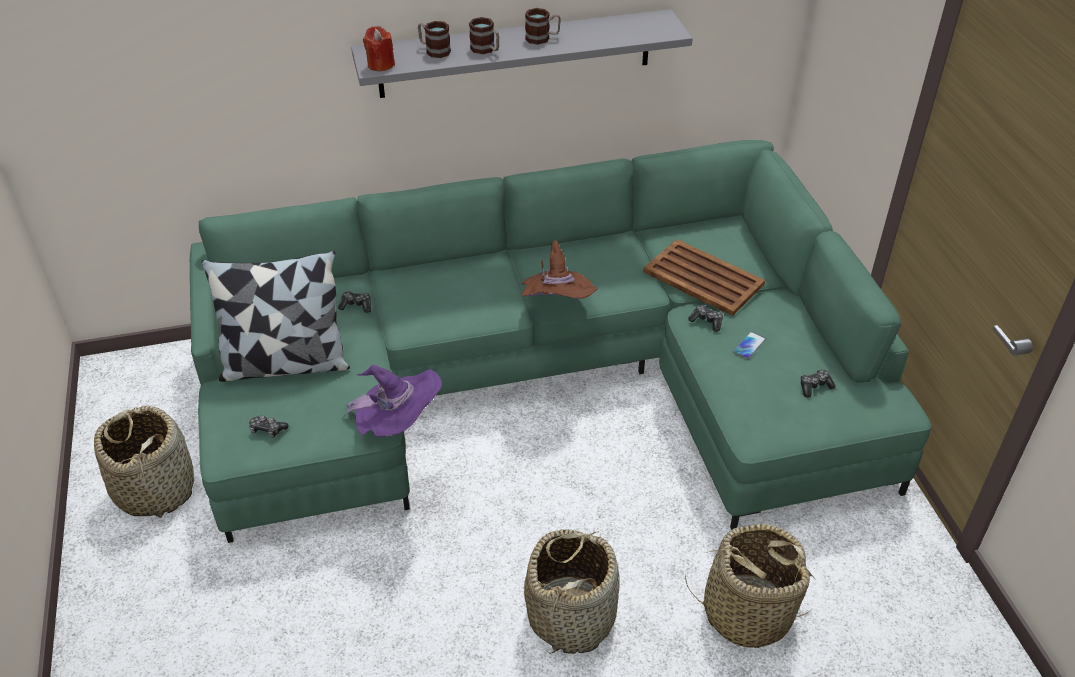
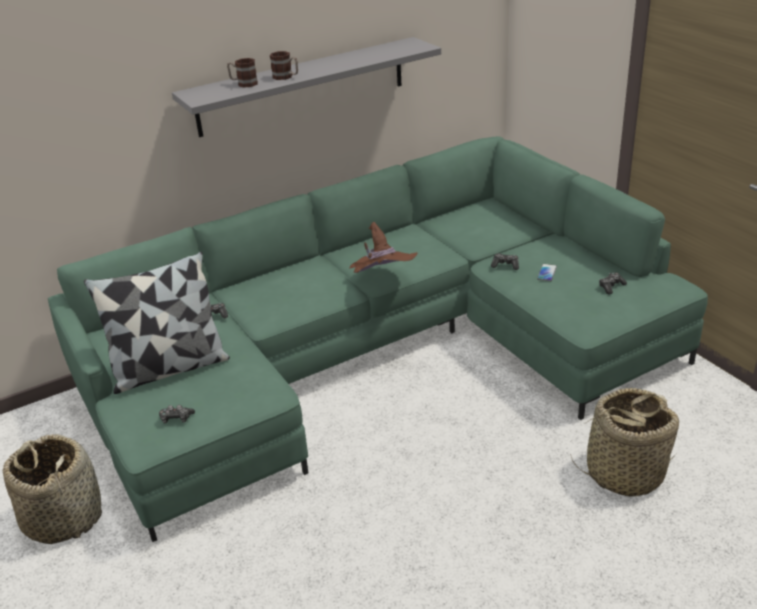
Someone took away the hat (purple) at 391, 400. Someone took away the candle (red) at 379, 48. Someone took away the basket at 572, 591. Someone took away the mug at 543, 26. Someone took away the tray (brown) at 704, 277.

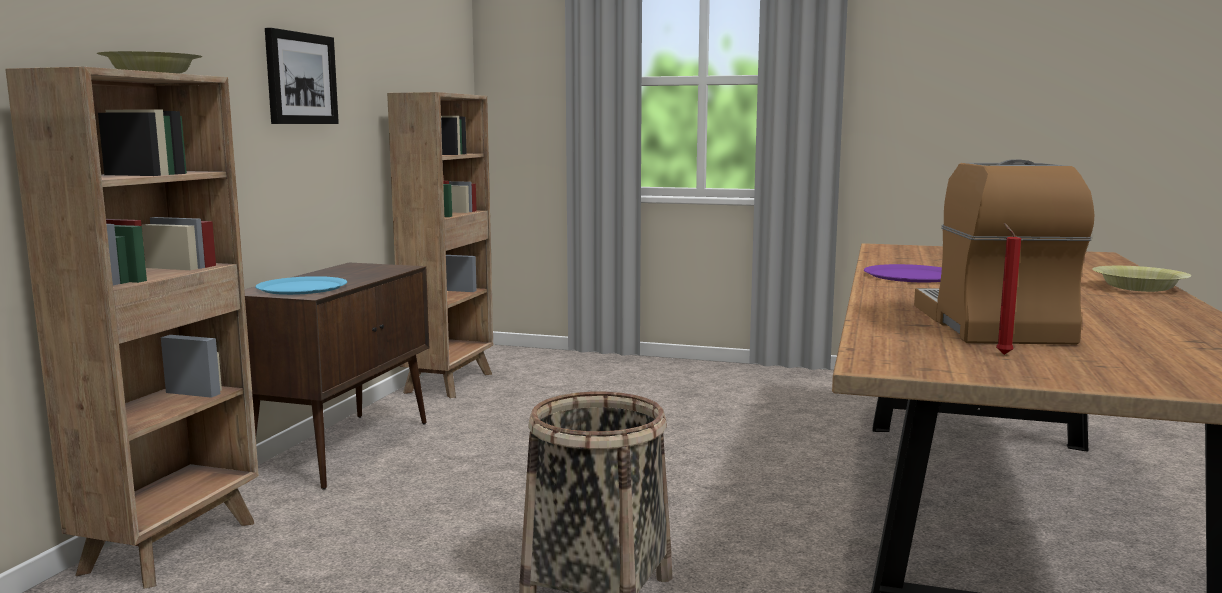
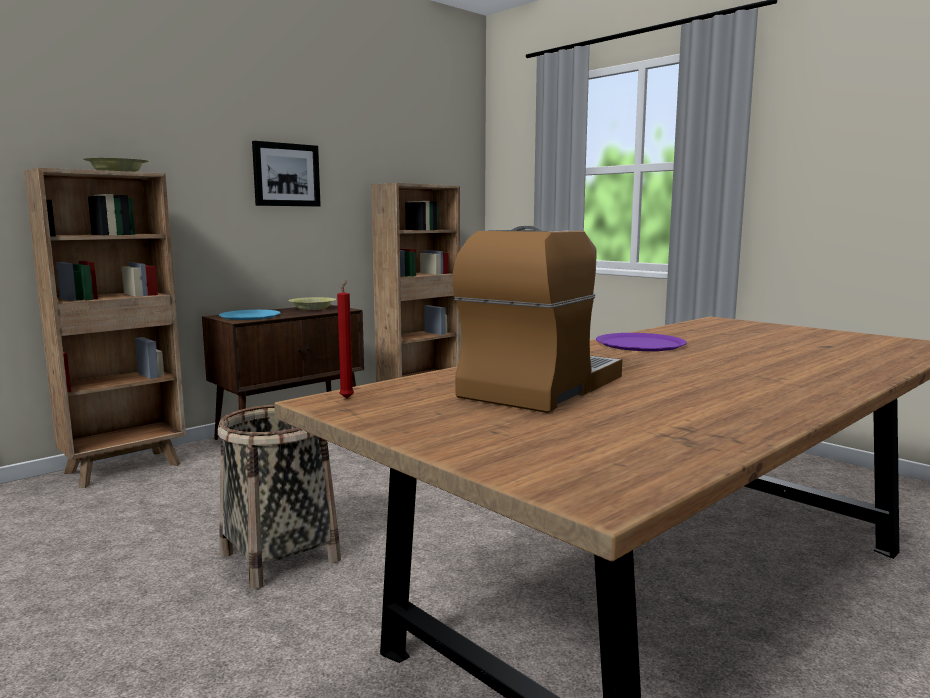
Someone carried the candle (red) from 1008, 289 to 345, 339. Someone carried the bowl (yellow) from 1141, 279 to 312, 303.

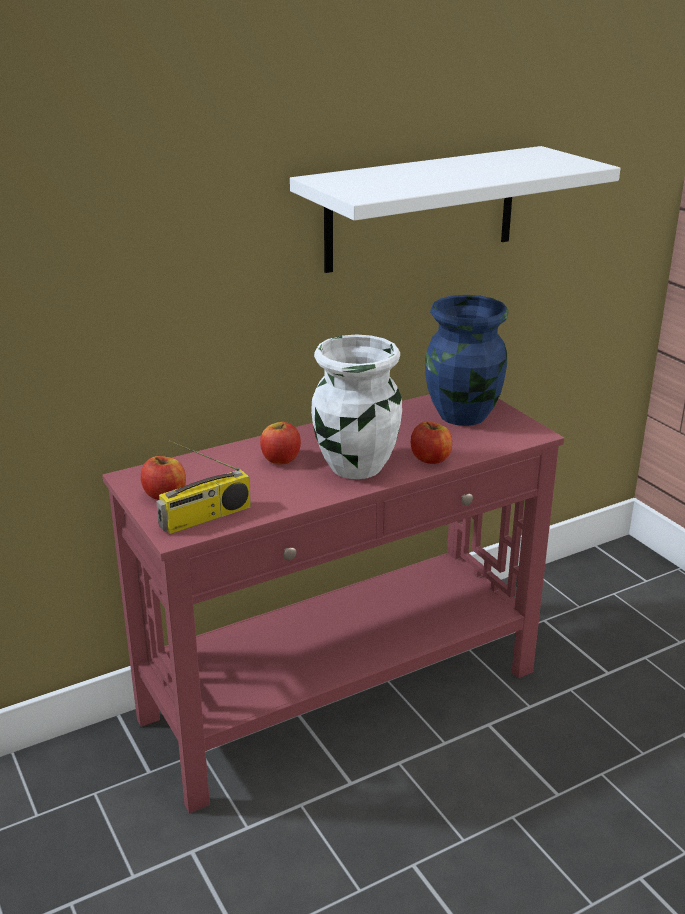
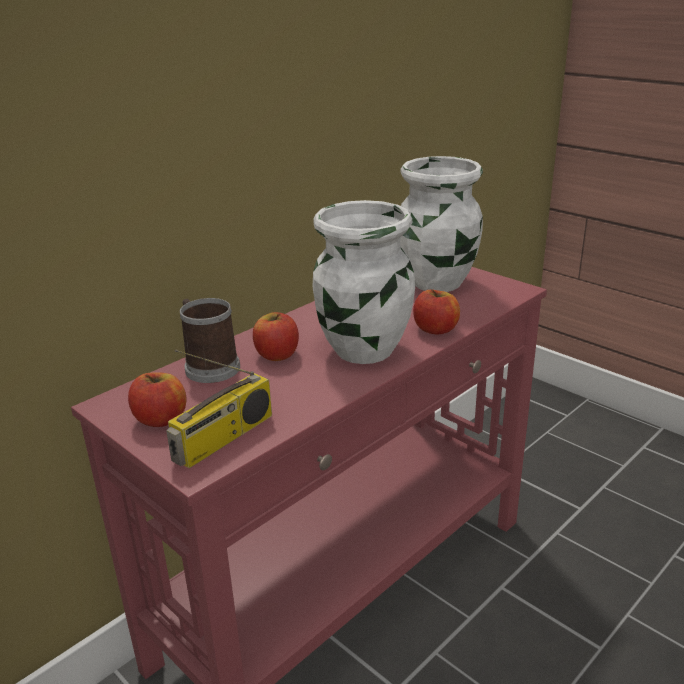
Someone took away the shelf (white) at 455, 209. Someone repainted the vase (blue) at 466, 360, which became the vase (white) at 441, 224. Someone put down the mug at 210, 340.

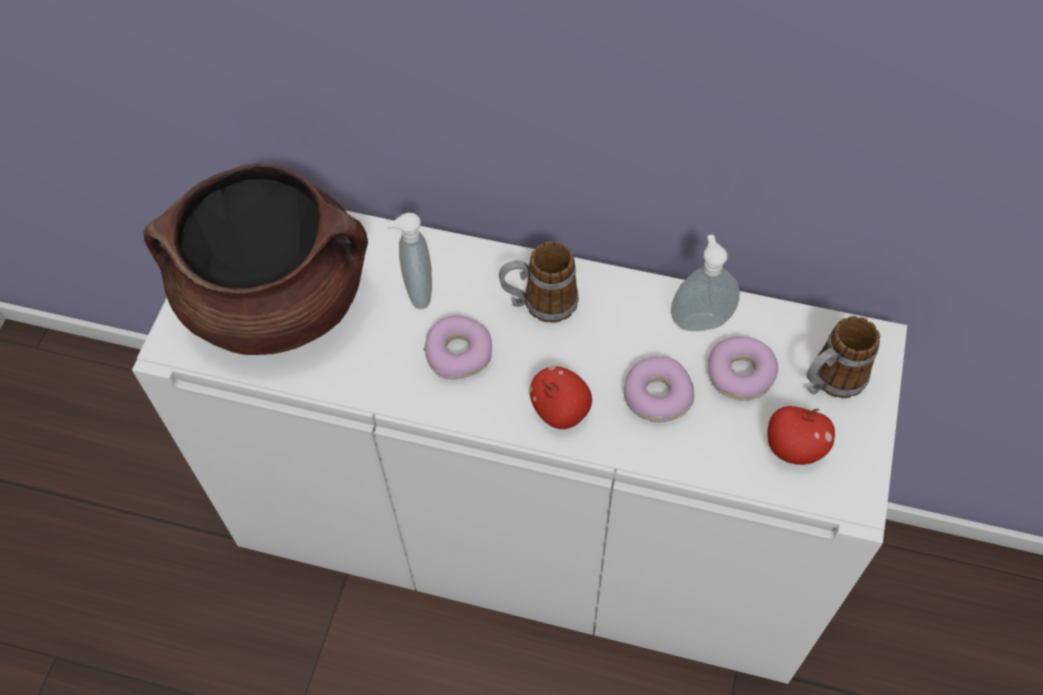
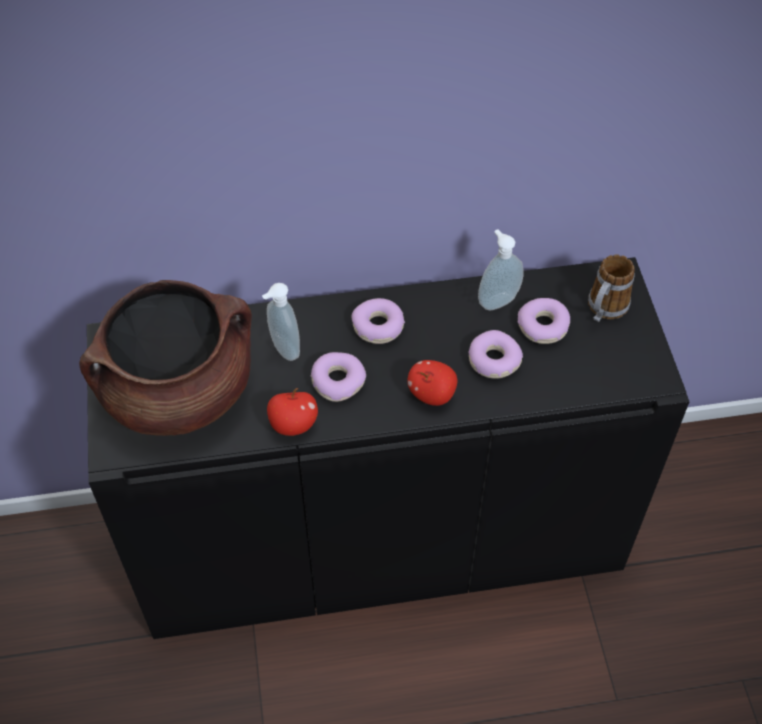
Someone repainted the cabinet (white) at 519, 447, which became the cabinet (black) at 388, 448. Someone swapped the mug at 539, 282 for the donut at 378, 321. Someone carried the apple from 801, 435 to 292, 412.

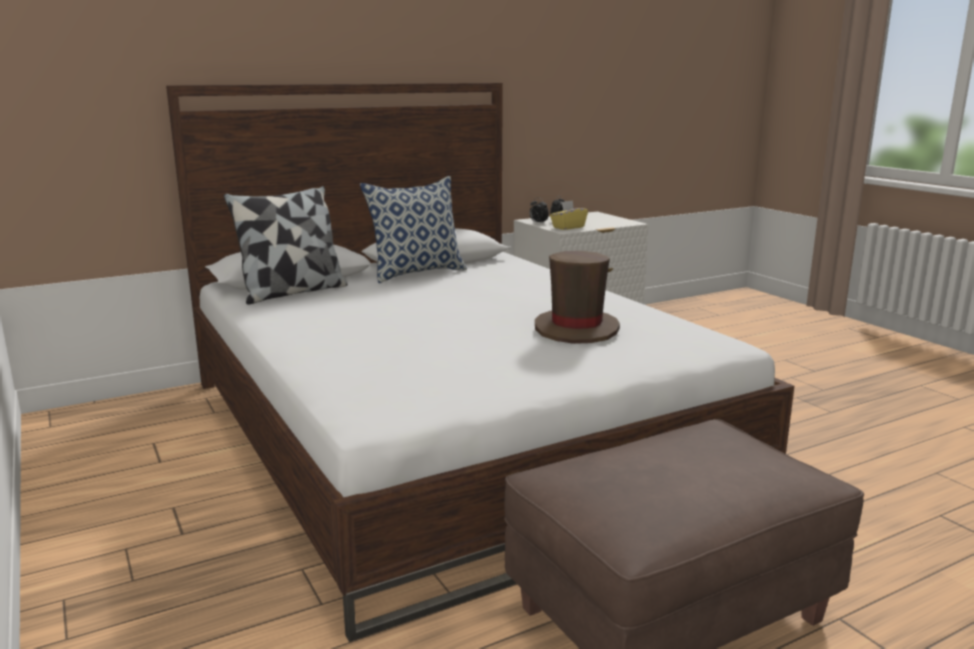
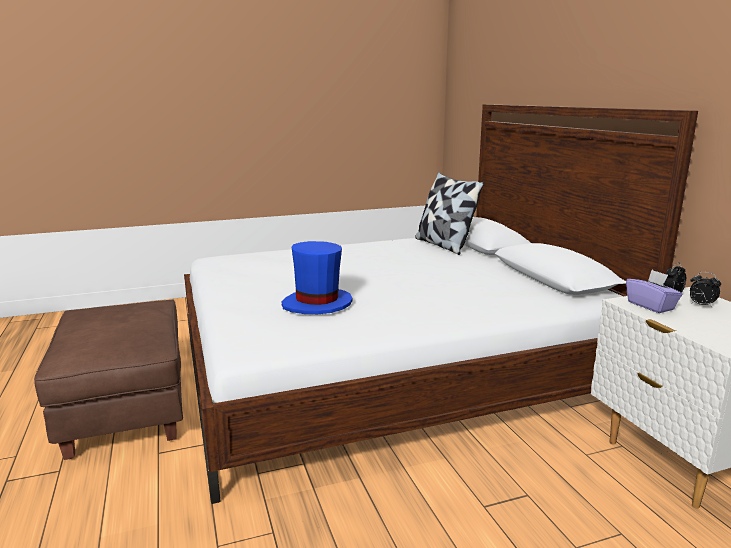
Someone took away the pillow at 413, 229. Someone repainted the hat (brown) at 577, 297, which became the hat (blue) at 317, 277. Someone repainted the tissue box (yellow) at 569, 215, which became the tissue box (purple) at 654, 291.

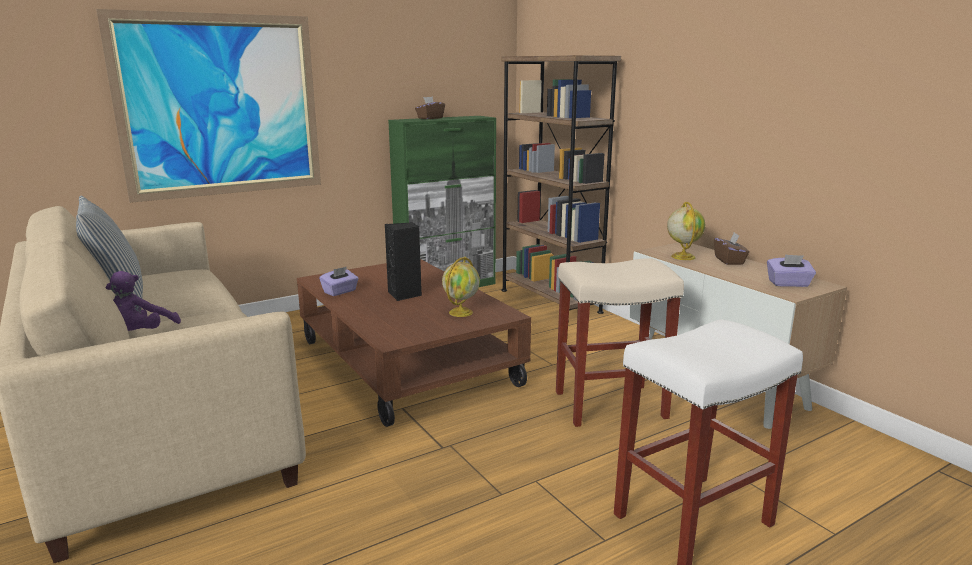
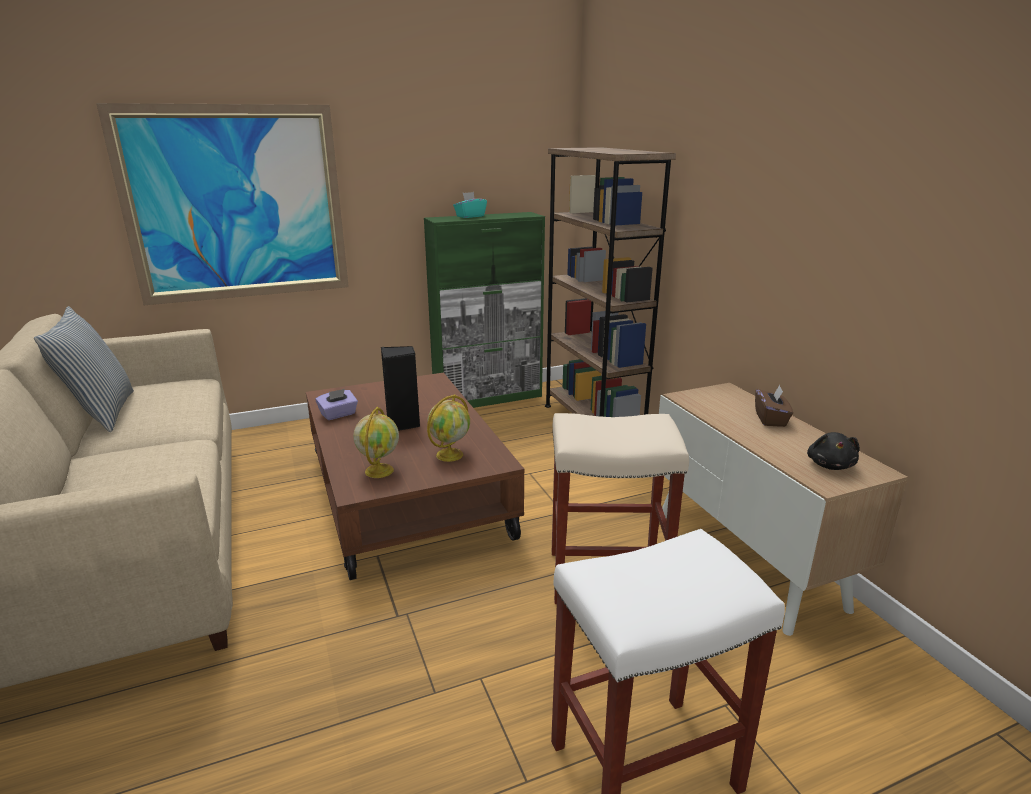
Someone took away the plush toy (purple) at 143, 301. Someone repainted the tissue box (brown) at 430, 107, which became the tissue box (turquoise) at 470, 205. Someone carried the globe from 686, 231 to 376, 442. Someone swapped the tissue box (purple) at 791, 270 for the plush toy (black) at 833, 451.

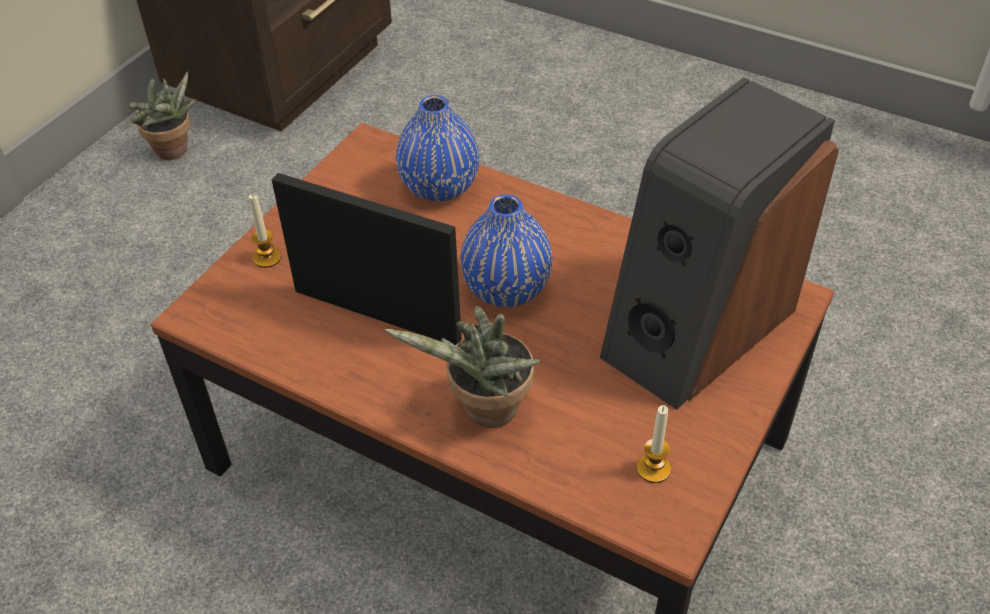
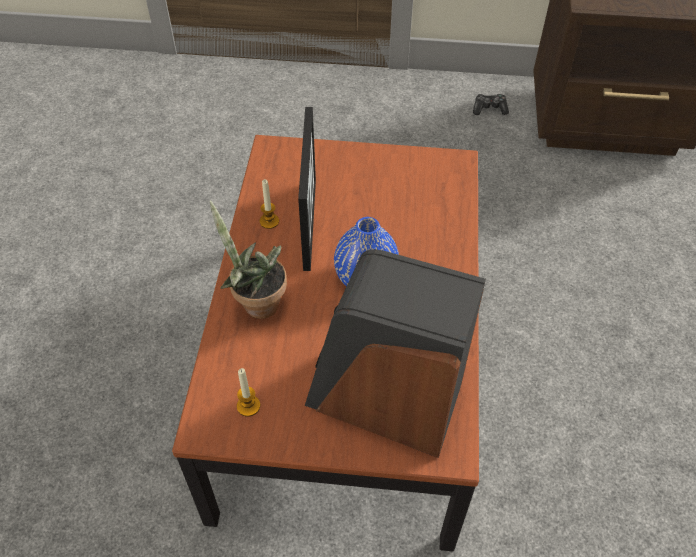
Someone swapped the potted plant at 162, 116 for the game controller at 491, 104. Someone carried the candle from 265, 231 to 269, 204. Someone took away the vase (blue) at 437, 148.

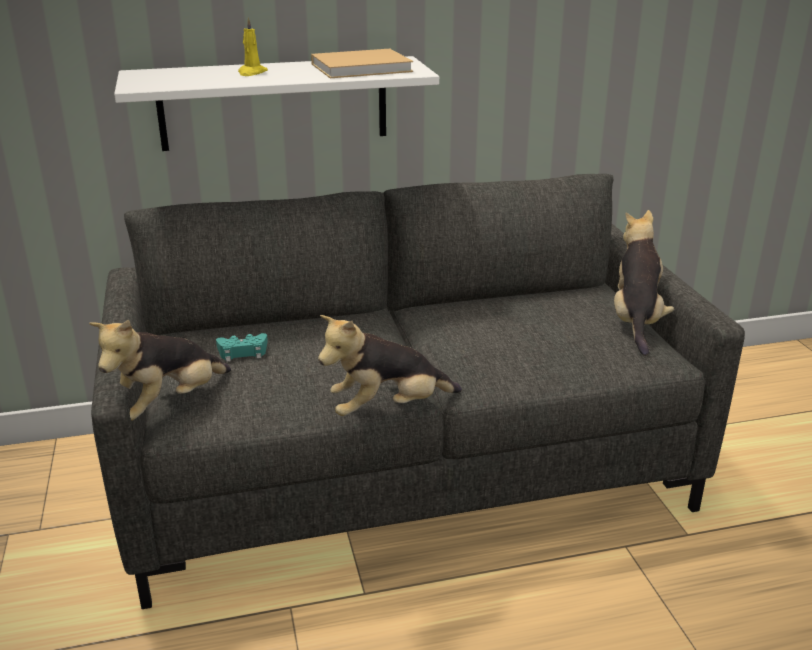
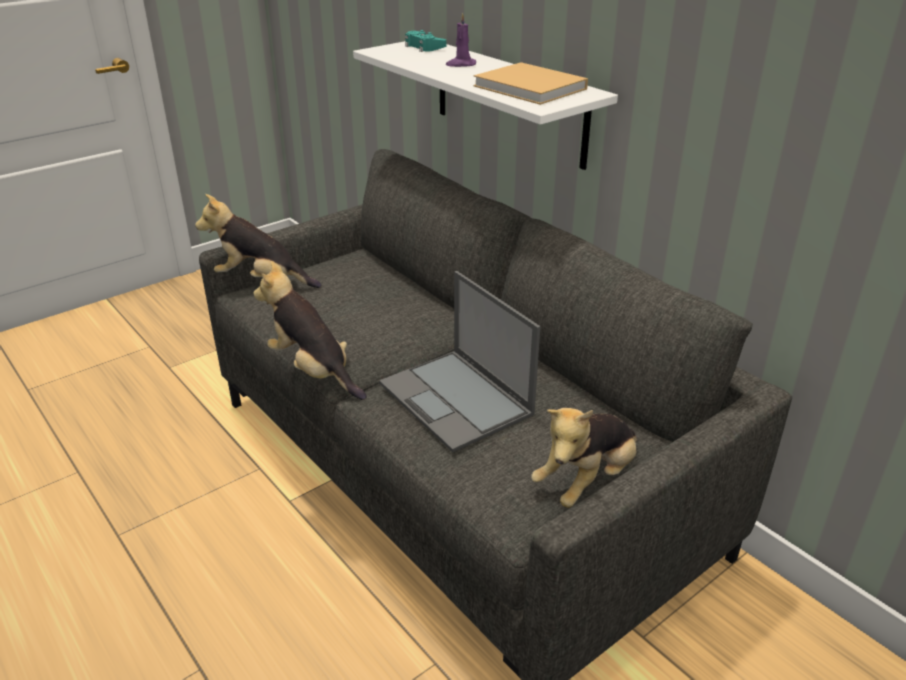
Someone carried the game controller (turquoise) from 242, 347 to 425, 41. Someone repainted the candle (yellow) at 253, 46, which became the candle (purple) at 461, 39. Someone rotated the plush toy at 644, 283 by 150 degrees clockwise. Someone put down the laptop at 459, 361.

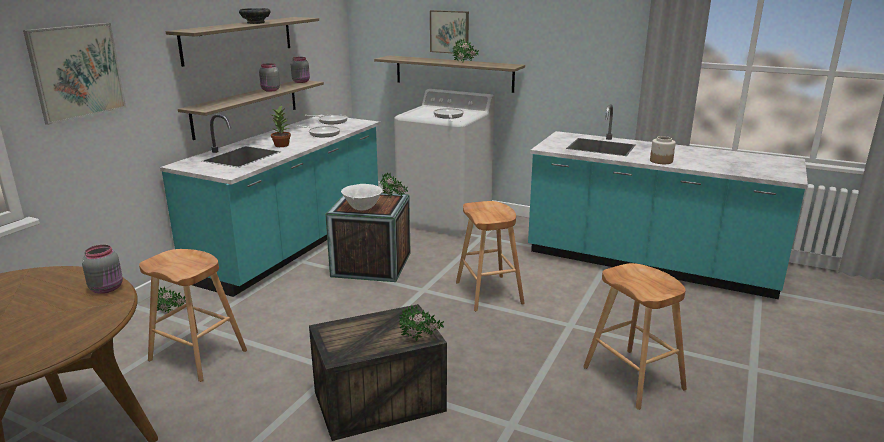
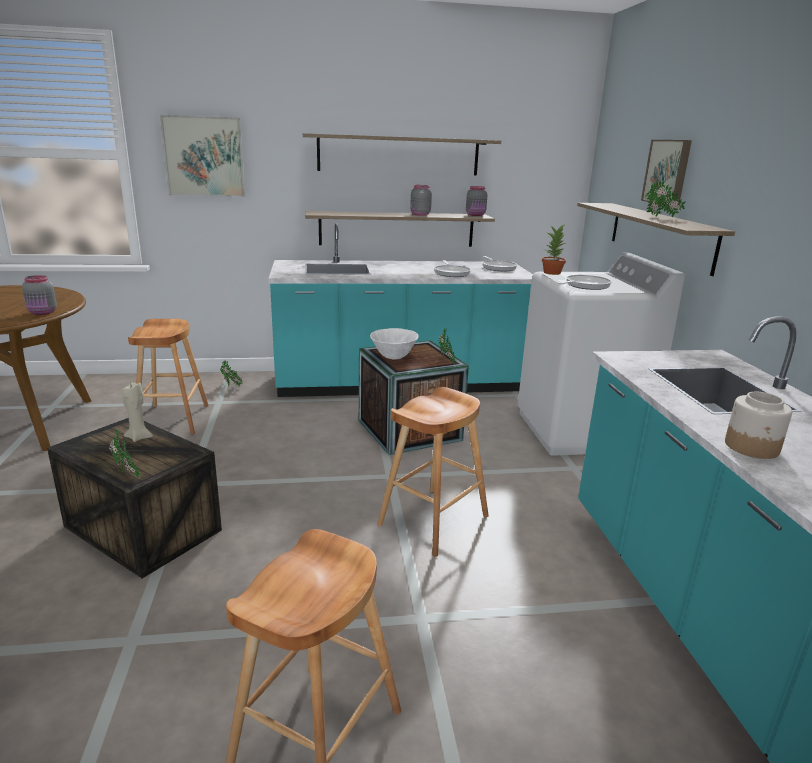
Someone took away the bowl (black) at 254, 16. Someone carried the potted plant from 281, 126 to 554, 250. Someone put down the candle (beige) at 137, 412.

